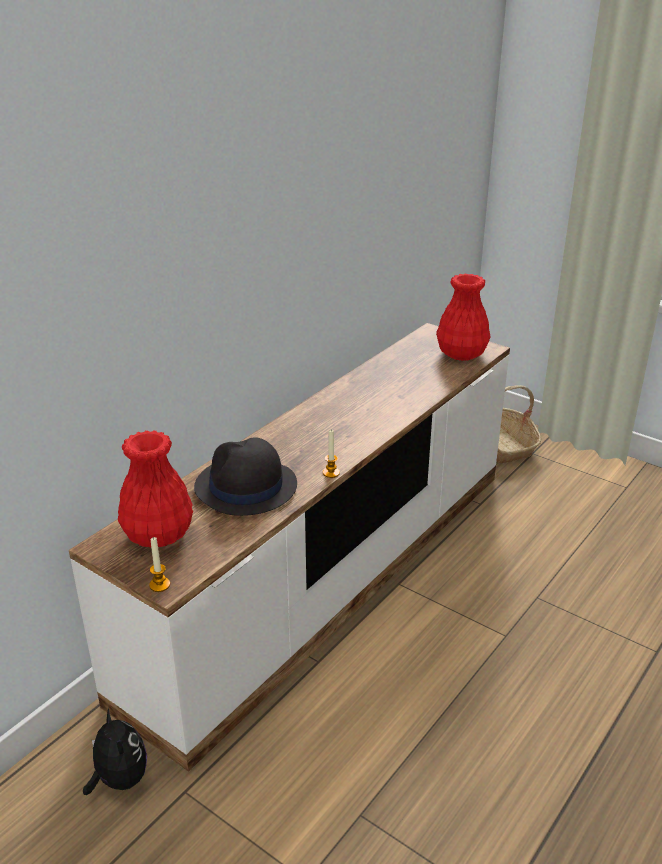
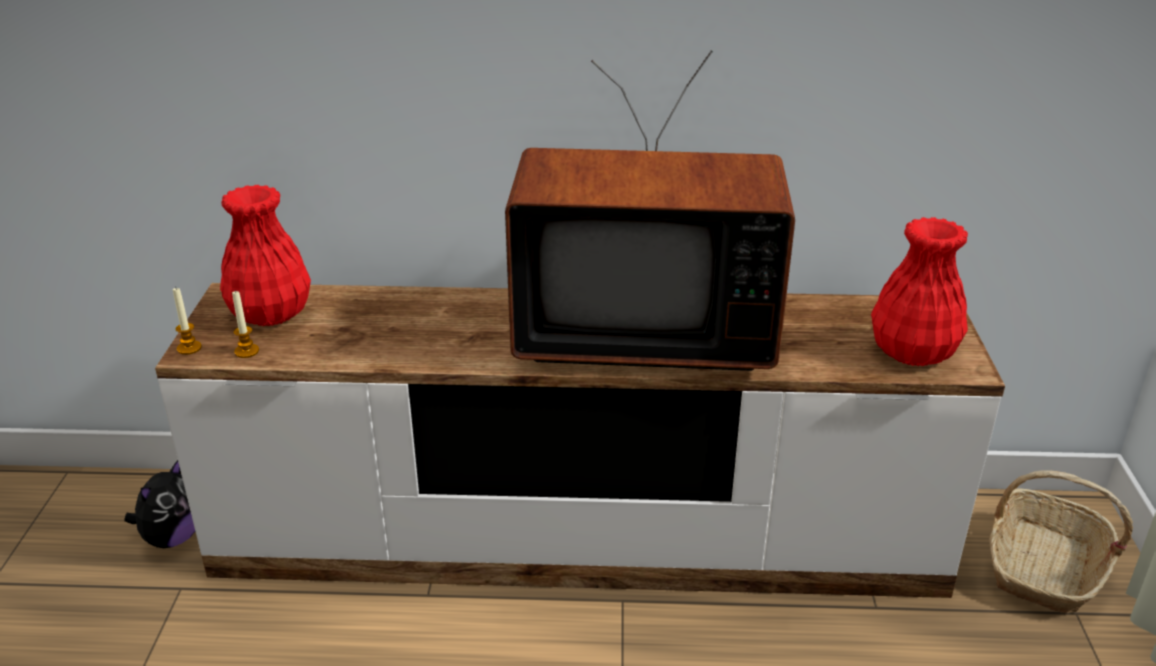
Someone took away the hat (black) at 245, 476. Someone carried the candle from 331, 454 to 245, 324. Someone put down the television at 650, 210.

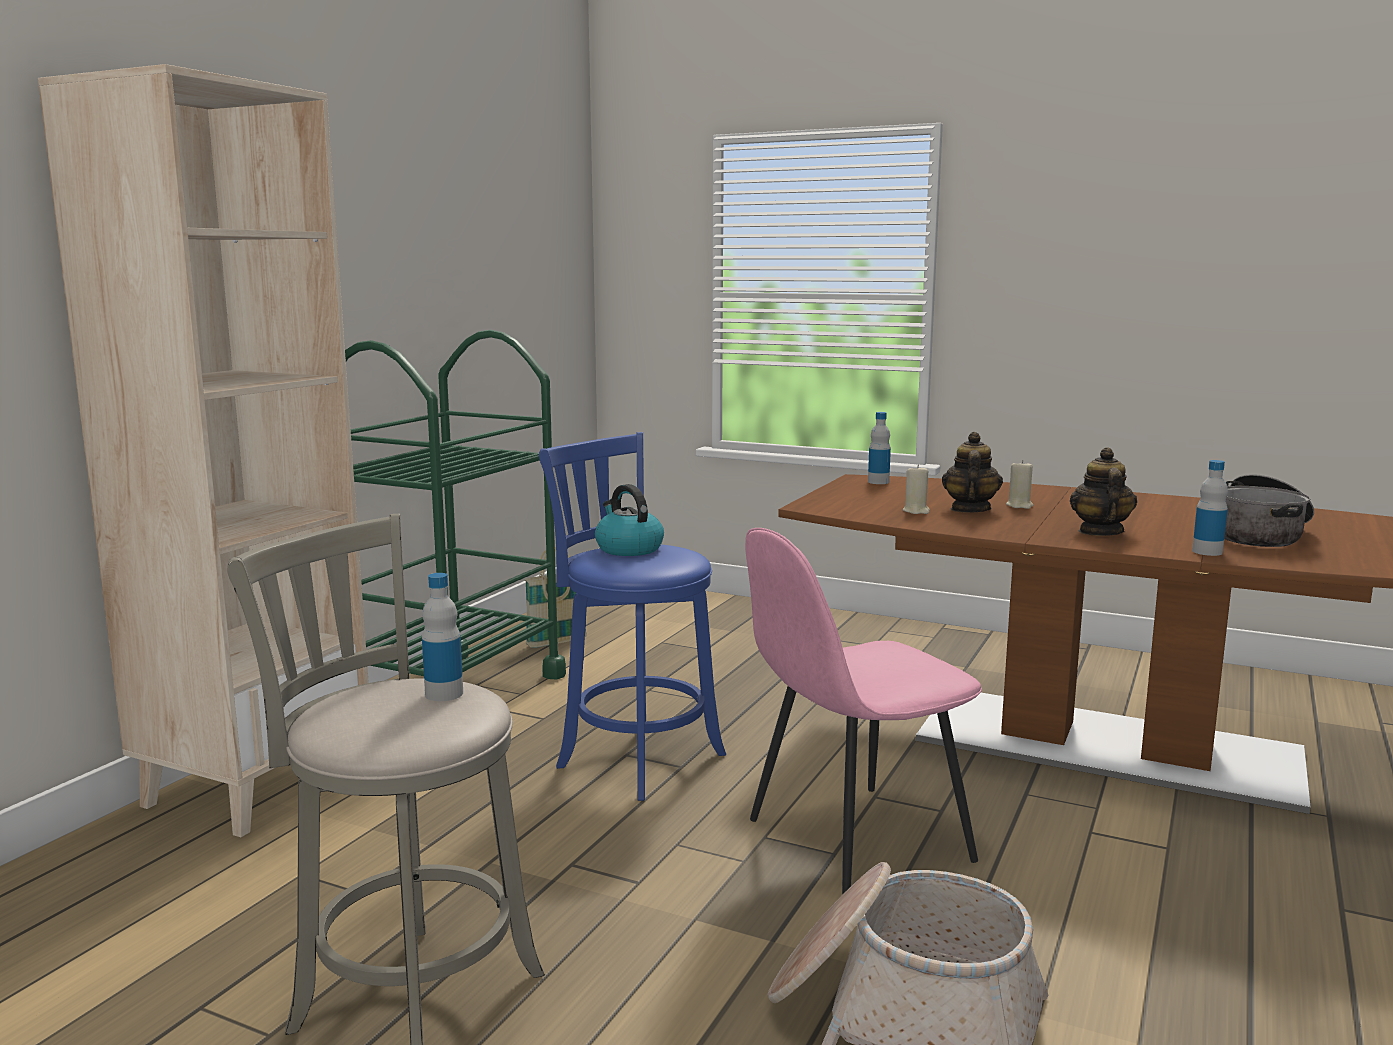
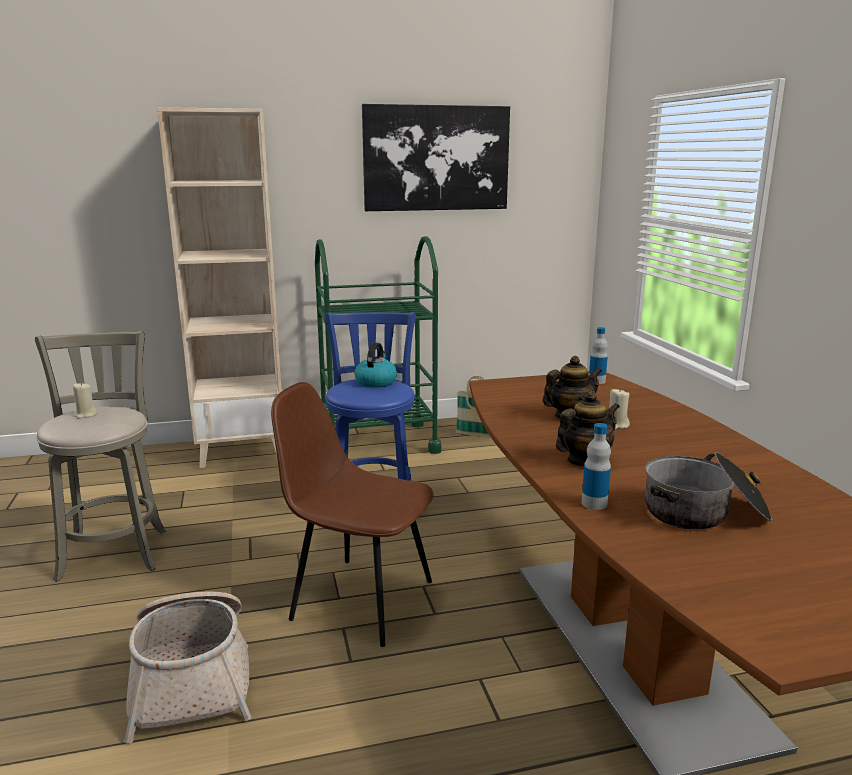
Someone took away the bottle at 442, 637. Someone repainted the chair (pink) at 863, 711, which became the chair (brown) at 352, 514. Someone carried the candle (beige) from 916, 489 to 85, 400. Someone put up the picture at 436, 157.

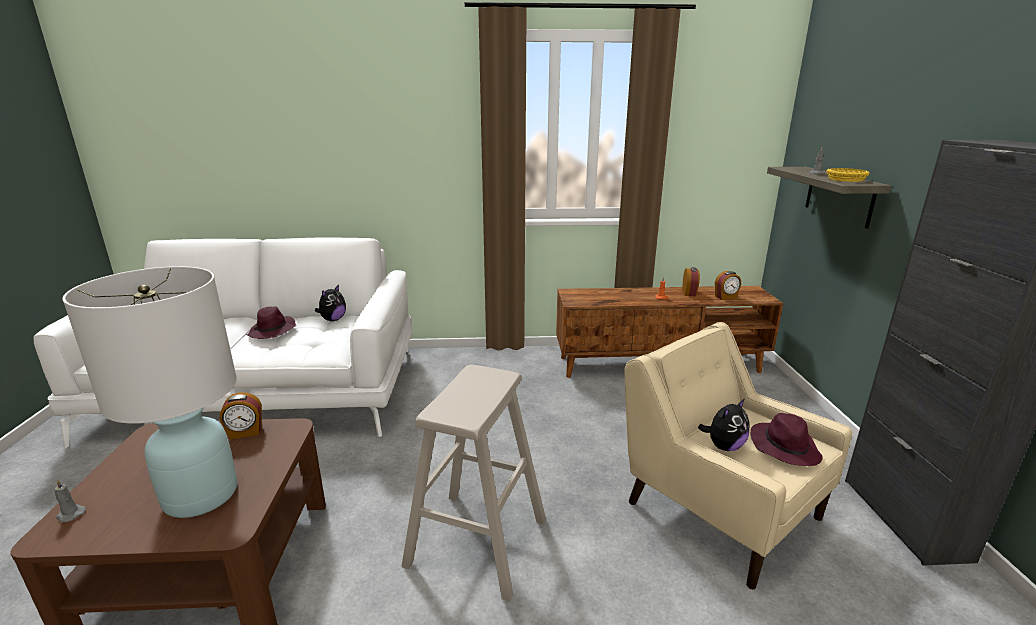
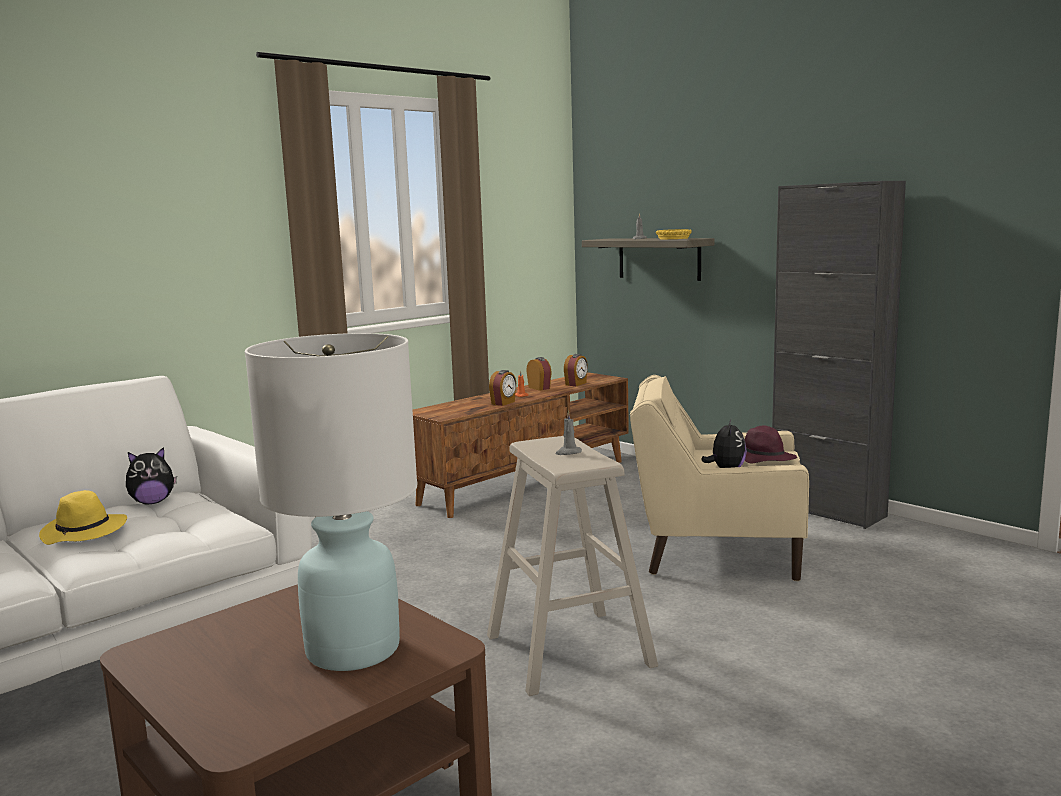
Someone carried the candle (grey) from 70, 501 to 568, 432. Someone carried the alarm clock from 241, 415 to 502, 388. Someone repainted the hat (purple) at 271, 323, which became the hat (yellow) at 83, 517. Someone rotated the plush toy at 330, 302 by 75 degrees clockwise.

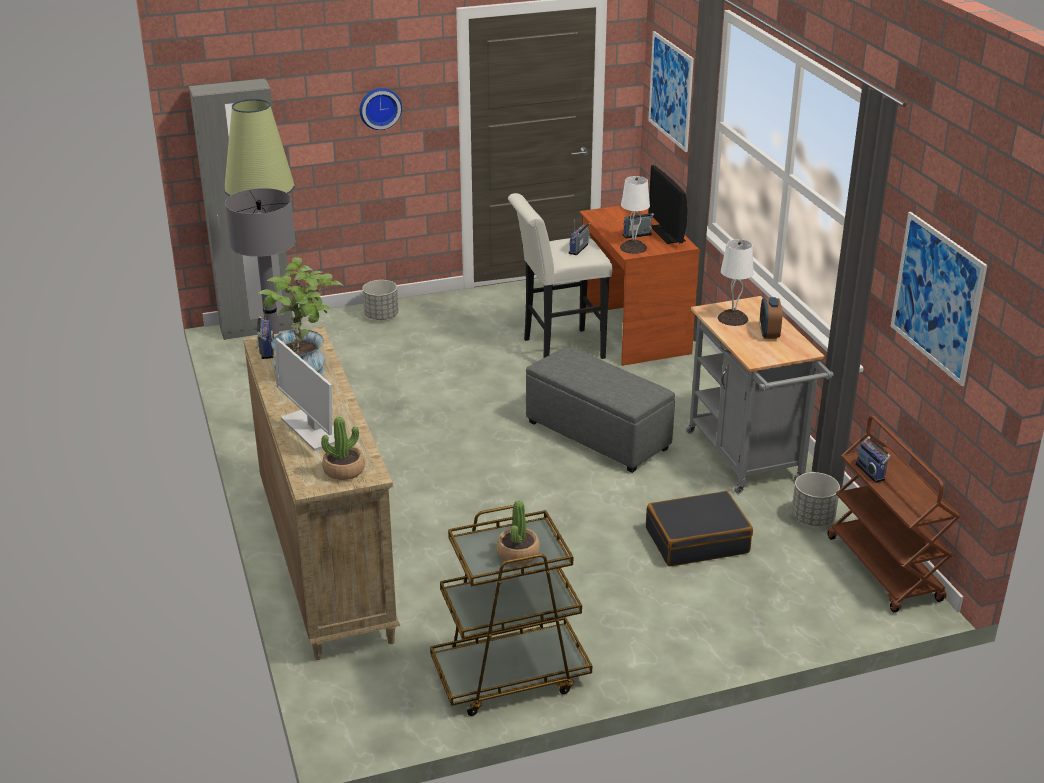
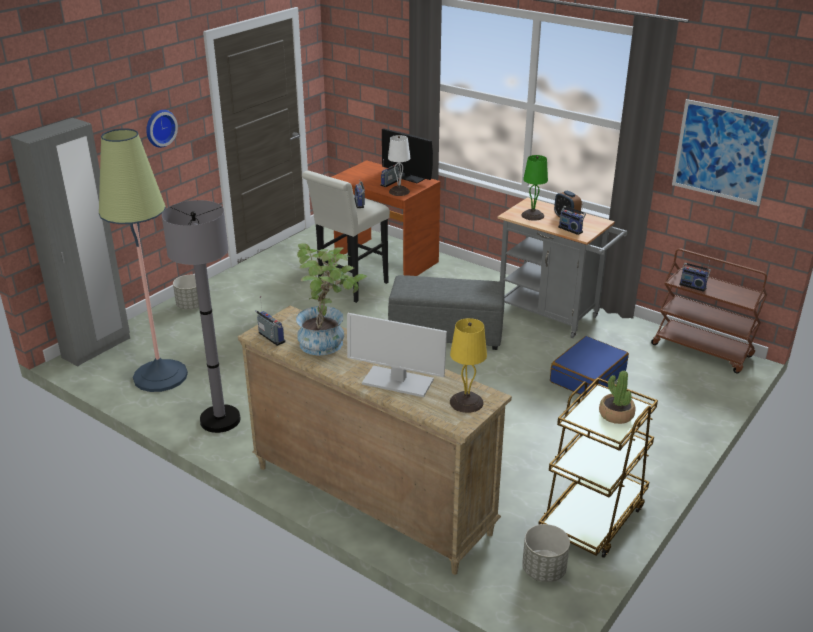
Someone swapped the potted plant at 343, 448 for the table lamp (yellow) at 468, 365. Someone repainted the suitcase (black) at 699, 529, which became the suitcase (blue) at 589, 366. Someone took away the picture at 671, 91. Someone repainted the table lamp (white) at 736, 282, which became the table lamp (green) at 534, 188. Someone carried the planter (grey) from 816, 499 to 546, 553. Someone put down the radio at 572, 219.

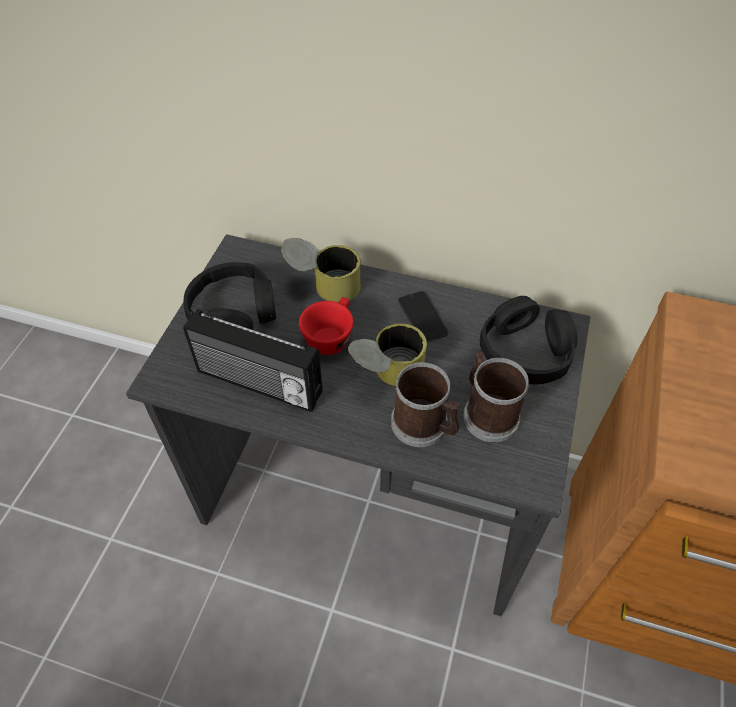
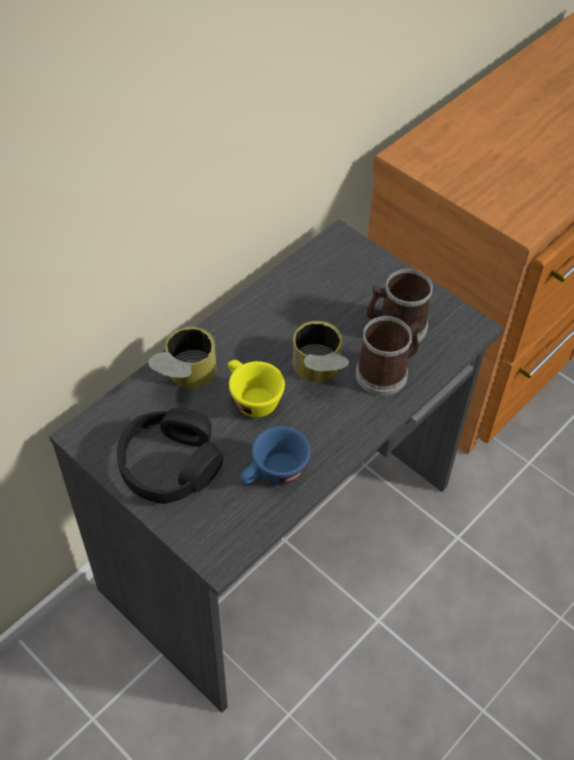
Someone swapped the radio at 253, 360 for the cup (blue) at 275, 455. Someone repainted the cup (red) at 326, 326, which became the cup (yellow) at 256, 388. Someone took away the phone at 423, 316. Someone took away the headphones (black) at 528, 340.

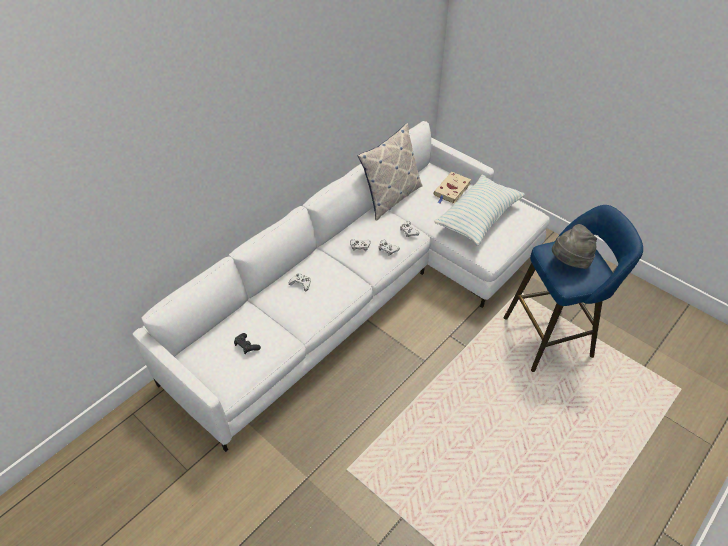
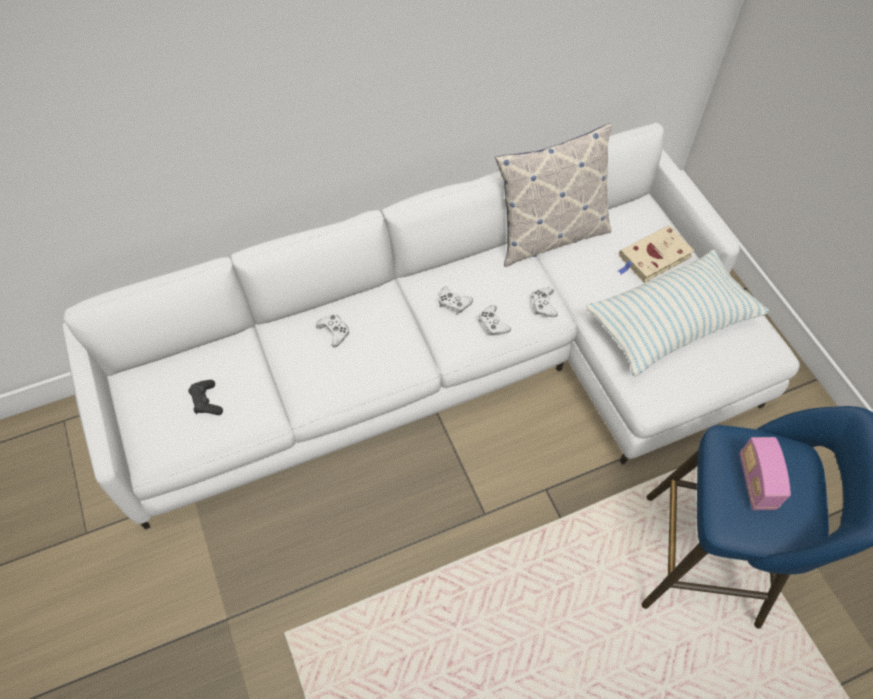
Someone swapped the hat (grey) at 574, 246 for the radio at 765, 473.

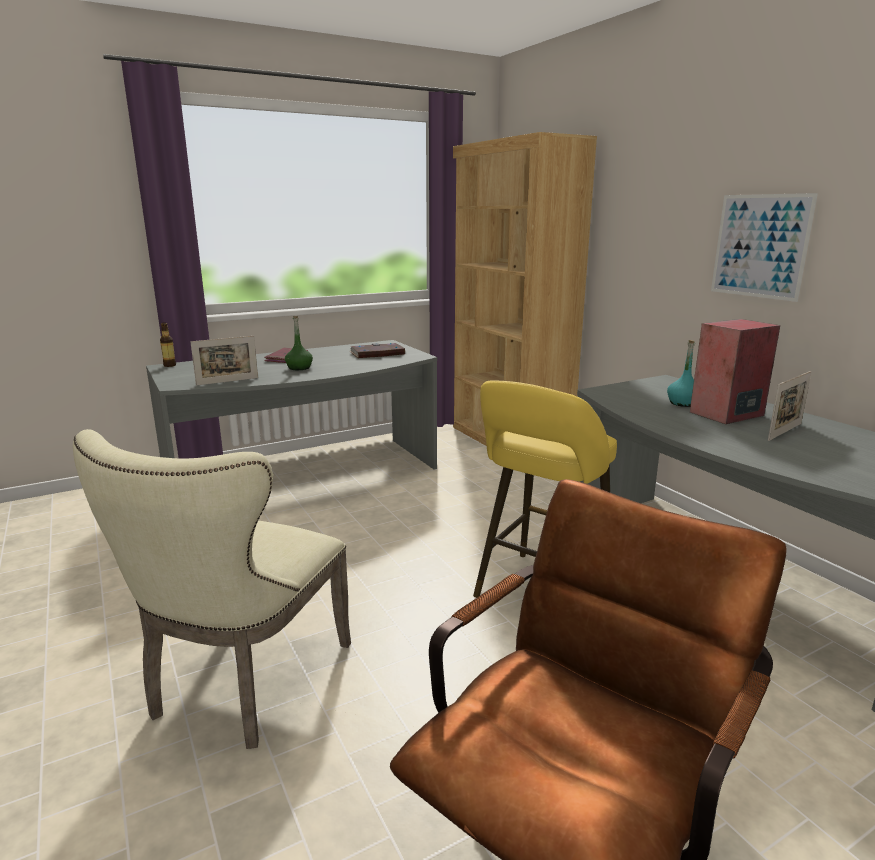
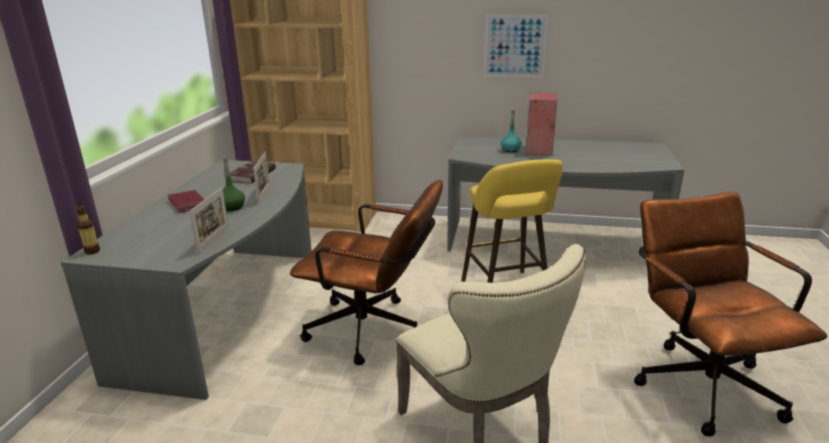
Someone carried the picture frame from 790, 406 to 261, 178. Someone put down the office chair (brown) at 366, 272.

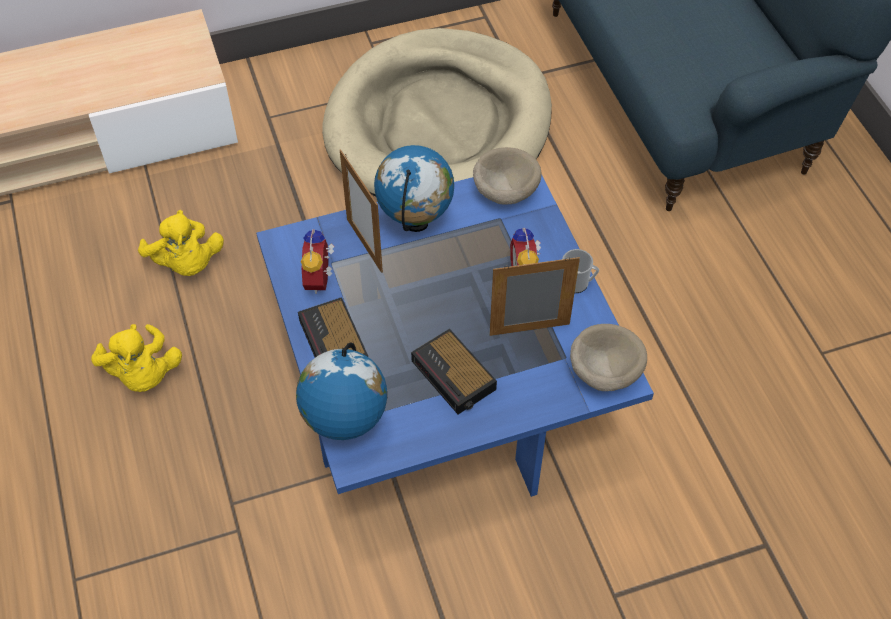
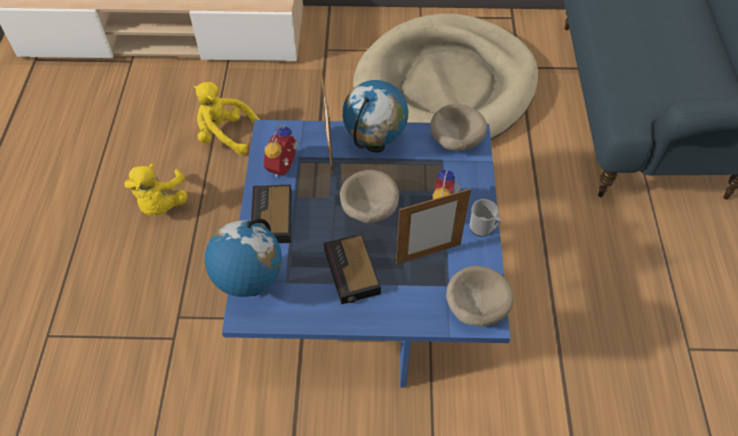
Someone rotated the plush toy (yellow) at 181, 243 by 120 degrees clockwise. Someone rotated the picture frame at 535, 296 by 150 degrees clockwise. Someone put down the bowl (beige) at 369, 196.

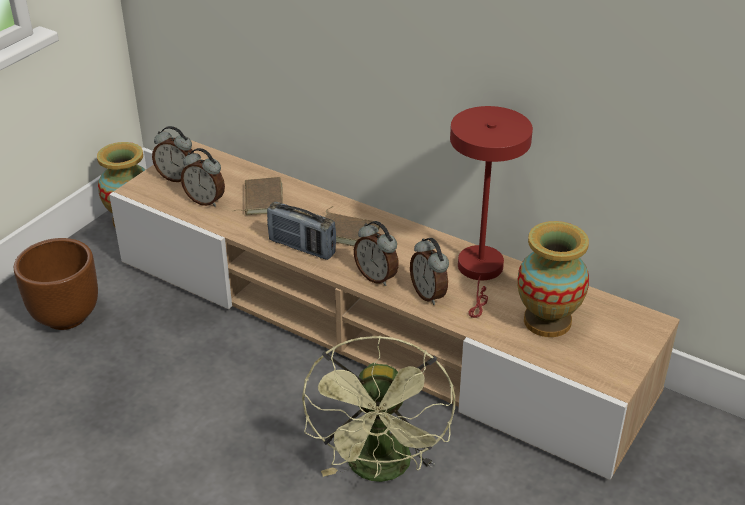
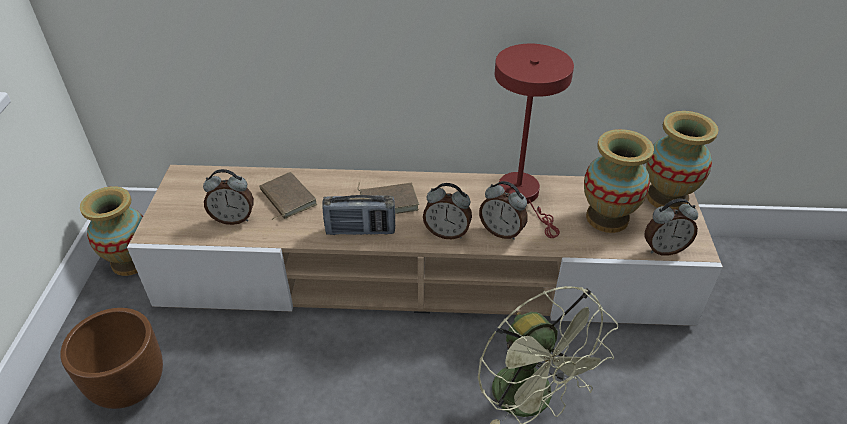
Someone carried the alarm clock from 173, 154 to 671, 227. Someone put down the vase at 682, 160.

